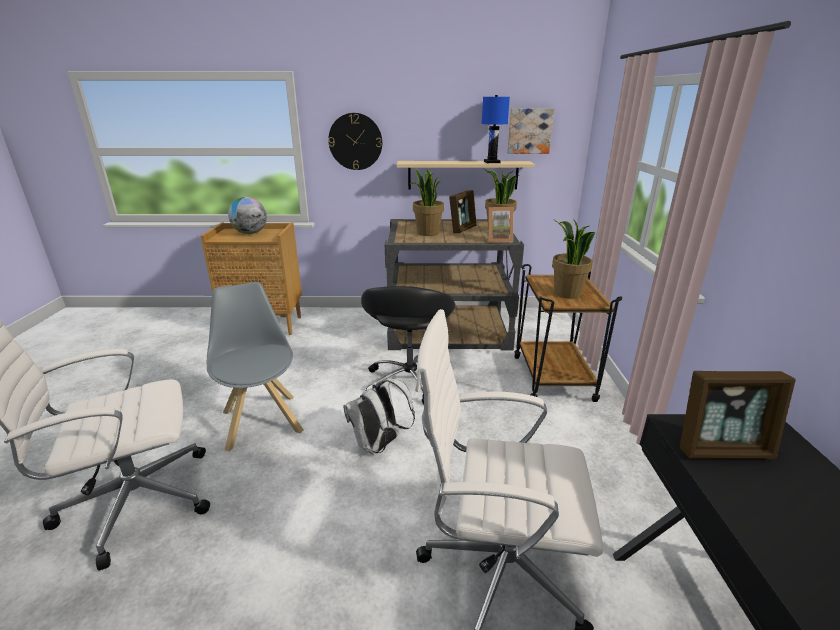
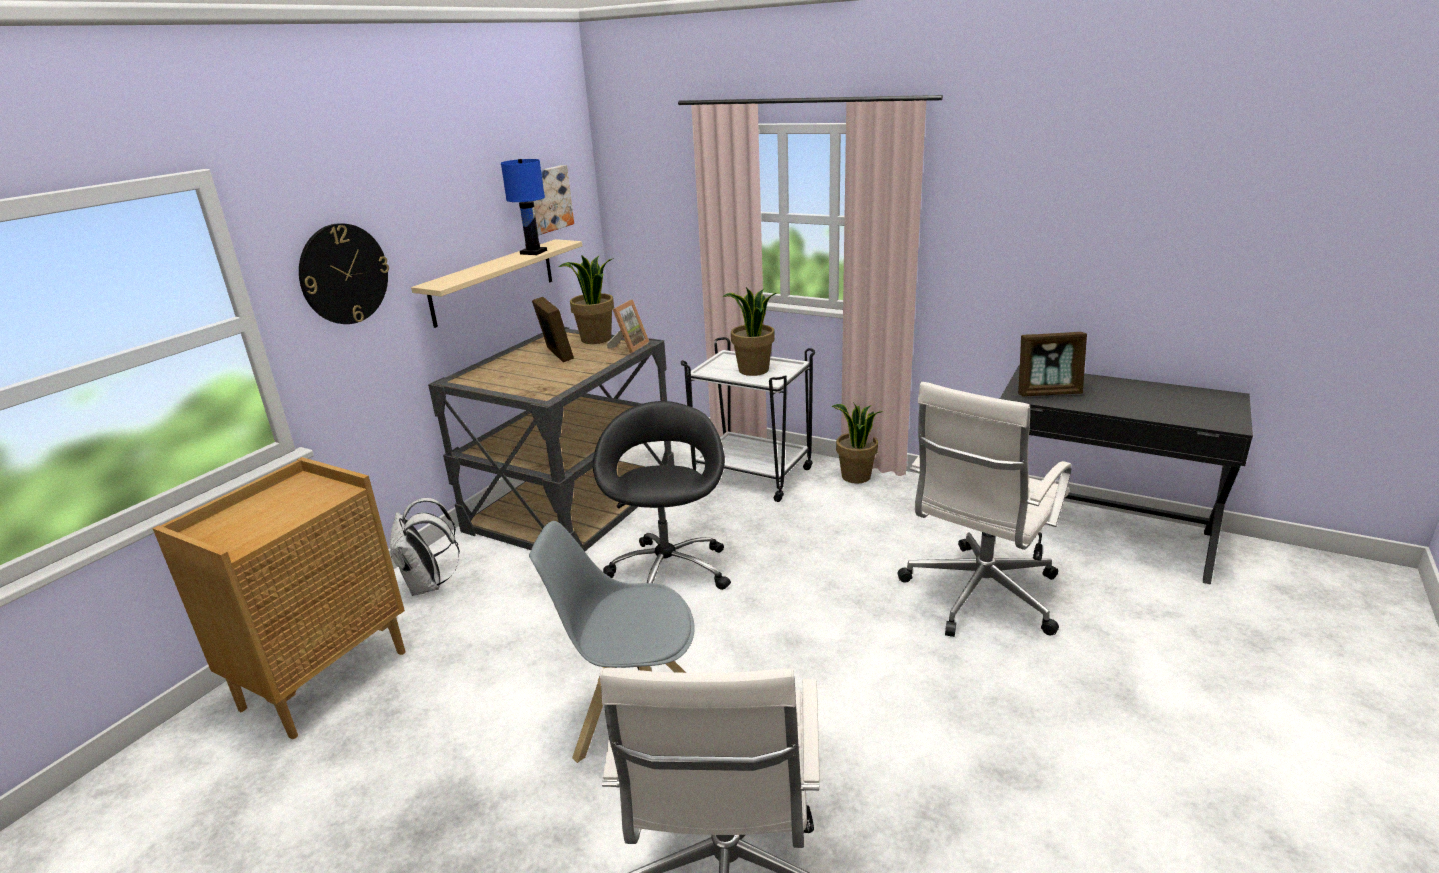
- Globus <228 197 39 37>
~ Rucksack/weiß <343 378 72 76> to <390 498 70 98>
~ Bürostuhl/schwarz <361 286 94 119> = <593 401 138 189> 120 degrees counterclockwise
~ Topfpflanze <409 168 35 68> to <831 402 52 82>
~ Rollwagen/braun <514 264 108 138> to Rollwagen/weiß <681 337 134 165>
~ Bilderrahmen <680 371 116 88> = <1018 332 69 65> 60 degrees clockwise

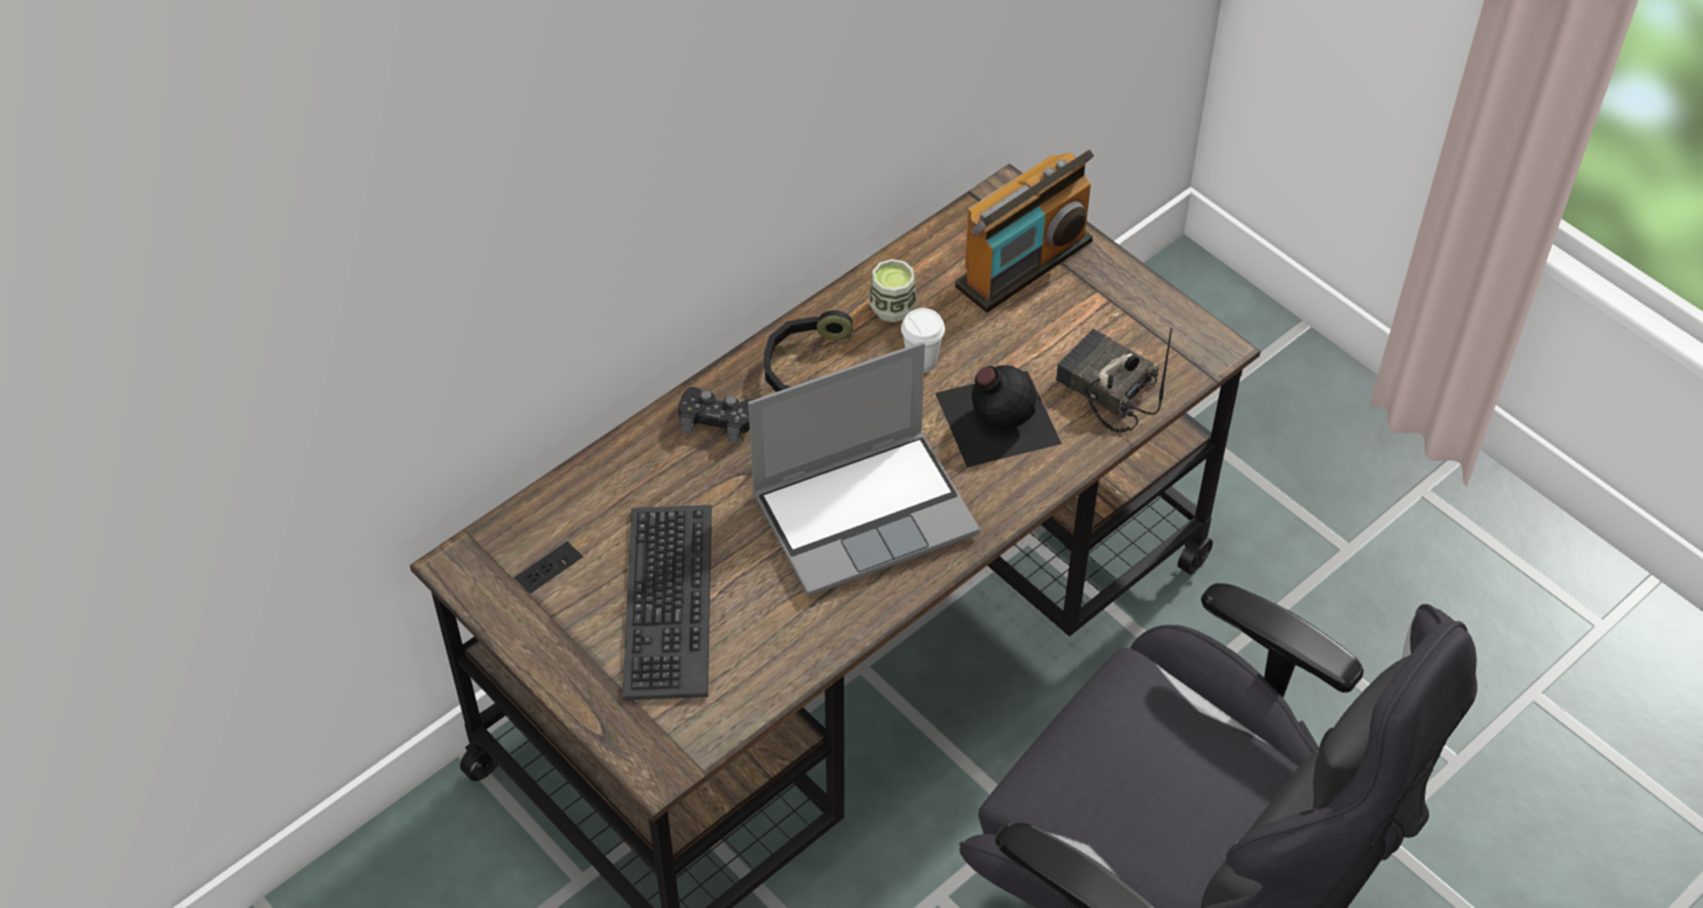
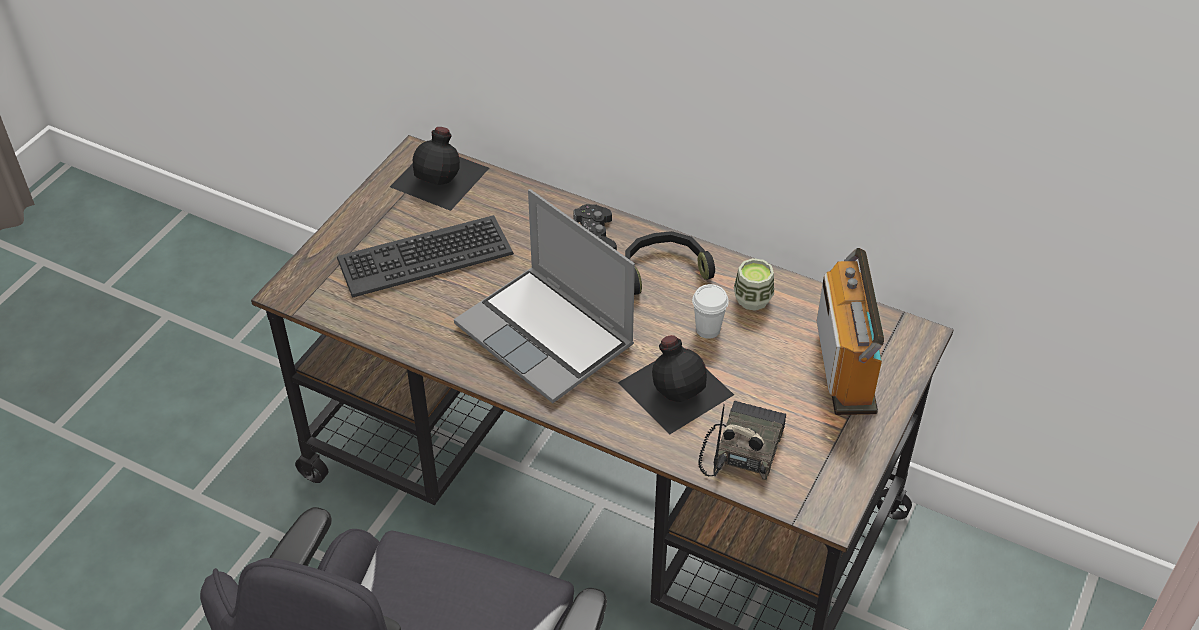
~ Radio <955 150 139 162> = <817 248 67 167> 120 degrees counterclockwise
+ Flasche/schwarz <390 127 99 84>

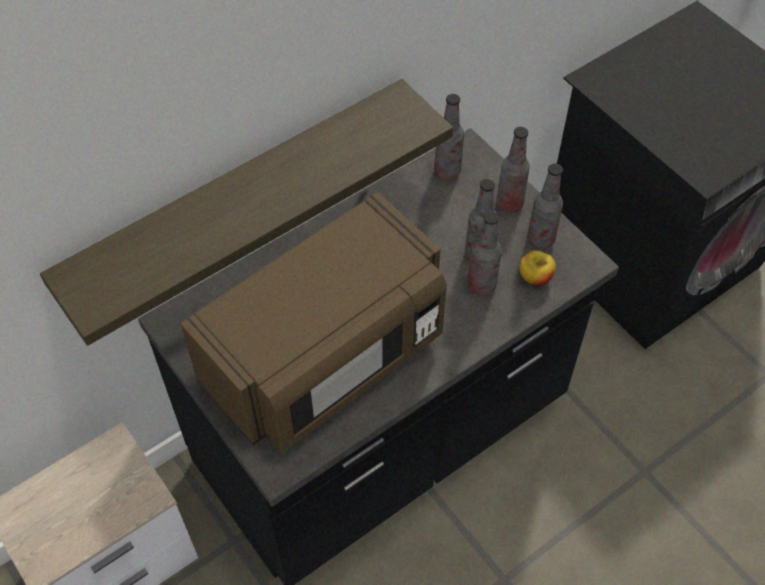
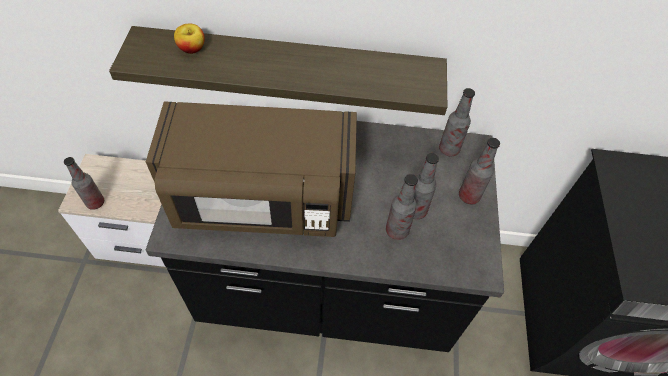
~ Apfel <519 250 37 35> to <174 24 31 30>
~ Flasche <527 163 36 86> to <64 157 40 53>

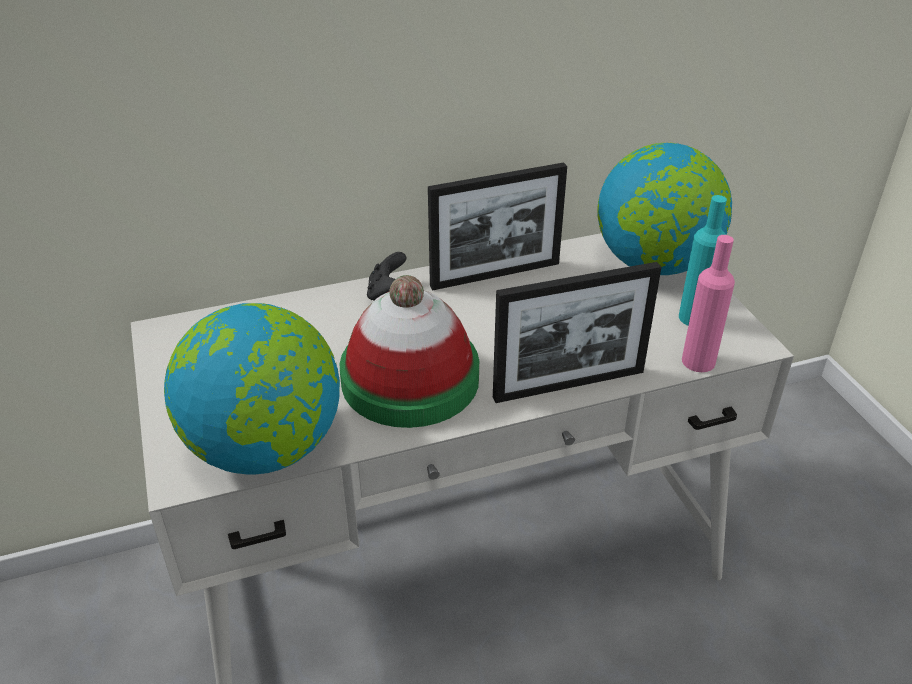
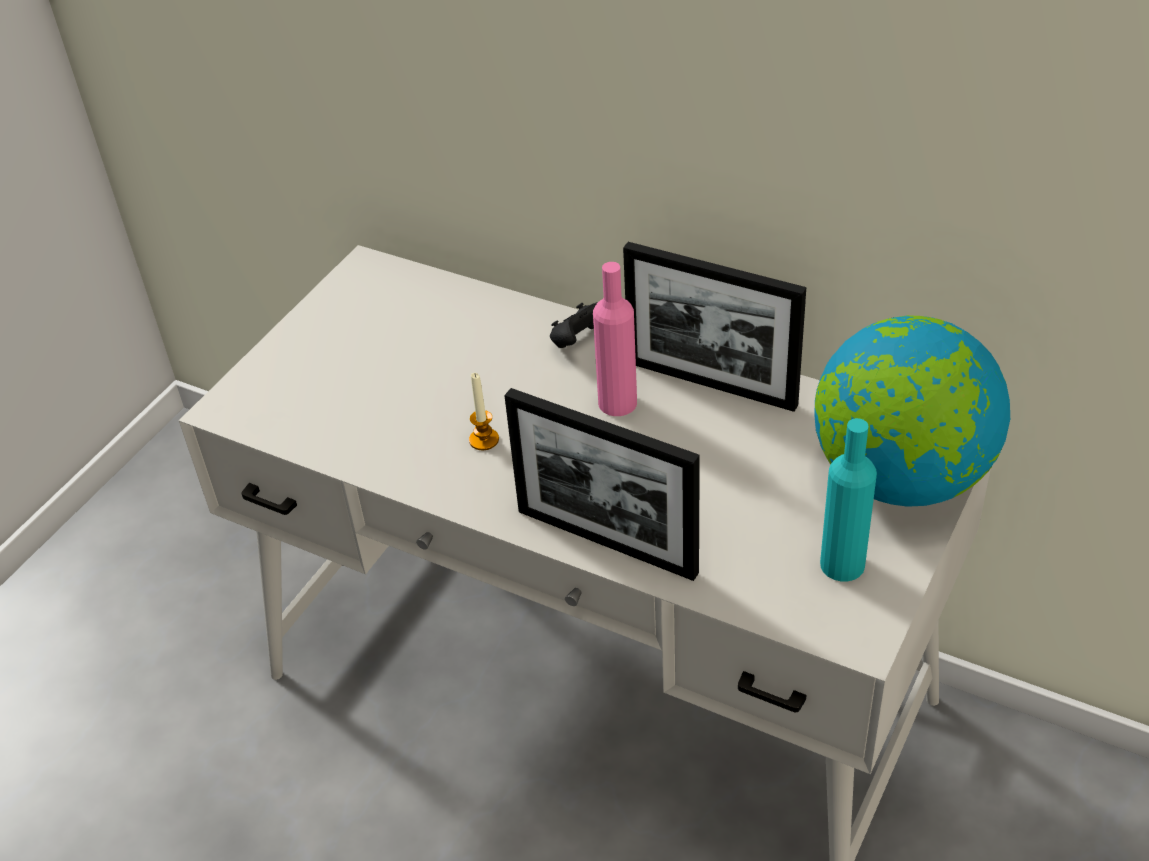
- Globus <164 303 176 172>
~ Hut <340 275 139 153> to Kerze <469 373 30 77>
~ Flasche/rosa <682 235 53 137> to <593 262 44 154>

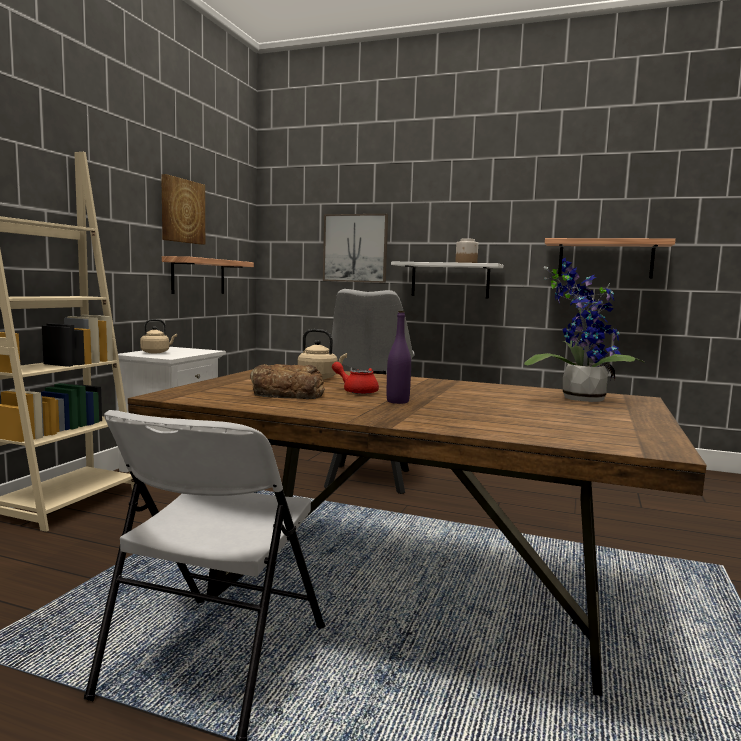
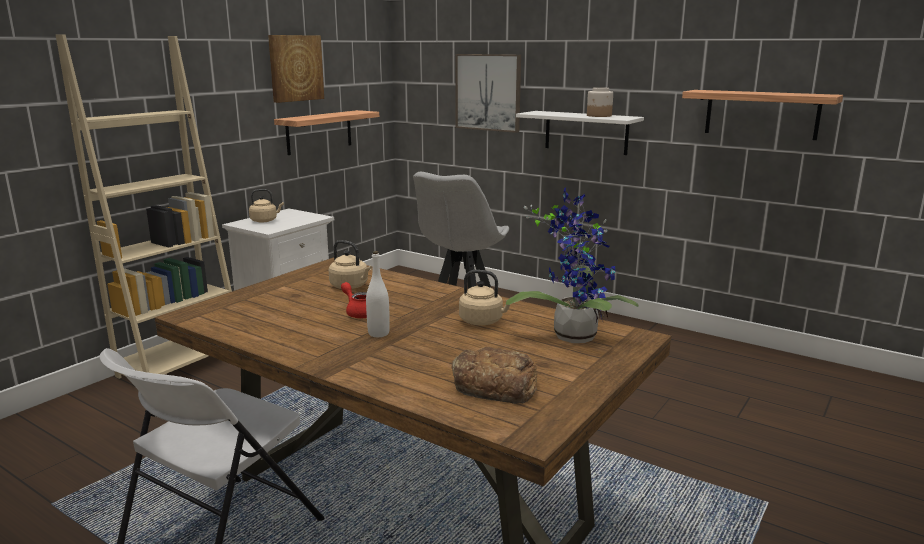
~ Brot <250 364 75 35> to <452 347 86 57>
~ Flasche/lila <387 311 24 93> to Flasche/weiß <366 251 24 86>
+ Wasserkessel/beige <459 270 51 55>

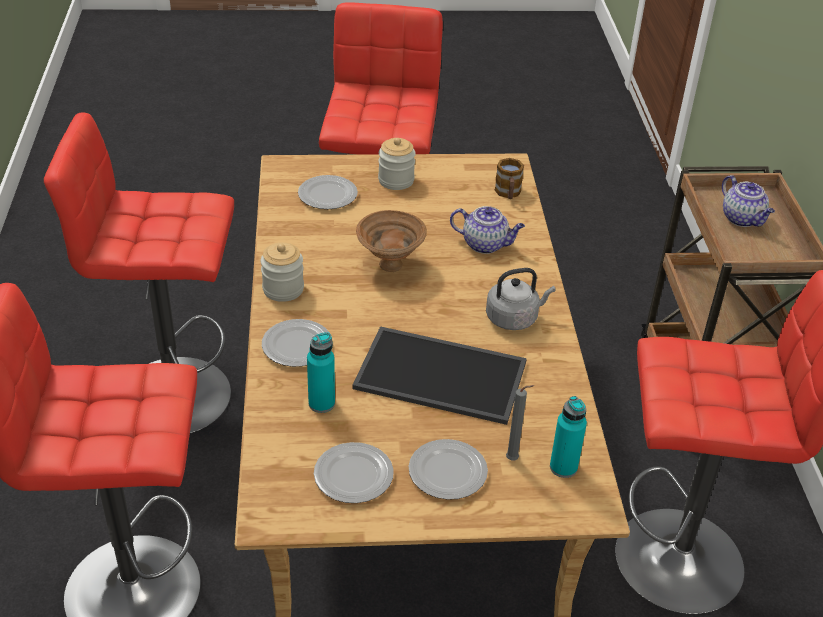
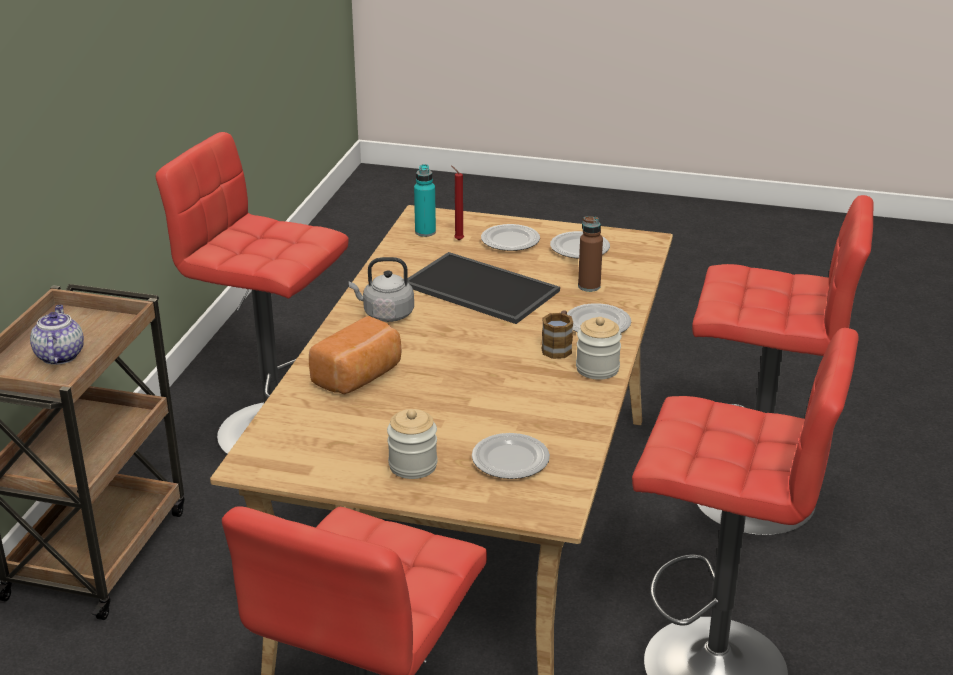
~ Flasche/türkis <307 332 28 81> to Flasche/braun <578 216 25 76>
- Schüssel/braun <356 210 71 62>
~ Teekanne <450 206 75 48> to Brot <309 316 92 79>
~ Henkelbecher <495 158 29 41> to <541 310 32 49>
~ Kerze/grau <506 385 28 75> to Kerze/rot <451 165 13 75>

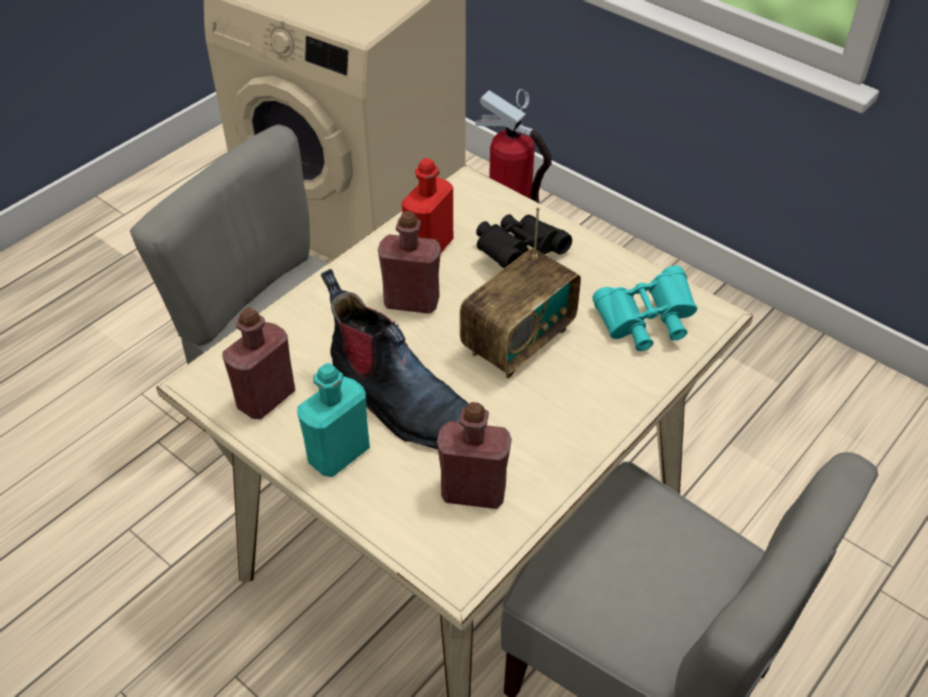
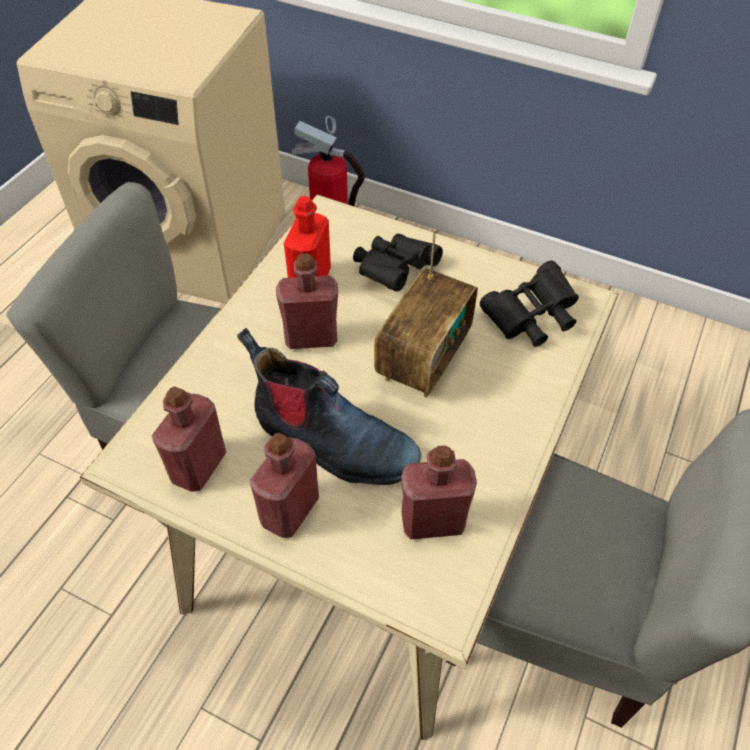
~ Flasche/türkis <297 363 73 114> to Flasche/rot <249 433 70 105>
~ Fernglas/türkis <592 265 105 86> to Fernglas/schwarz <480 260 99 87>

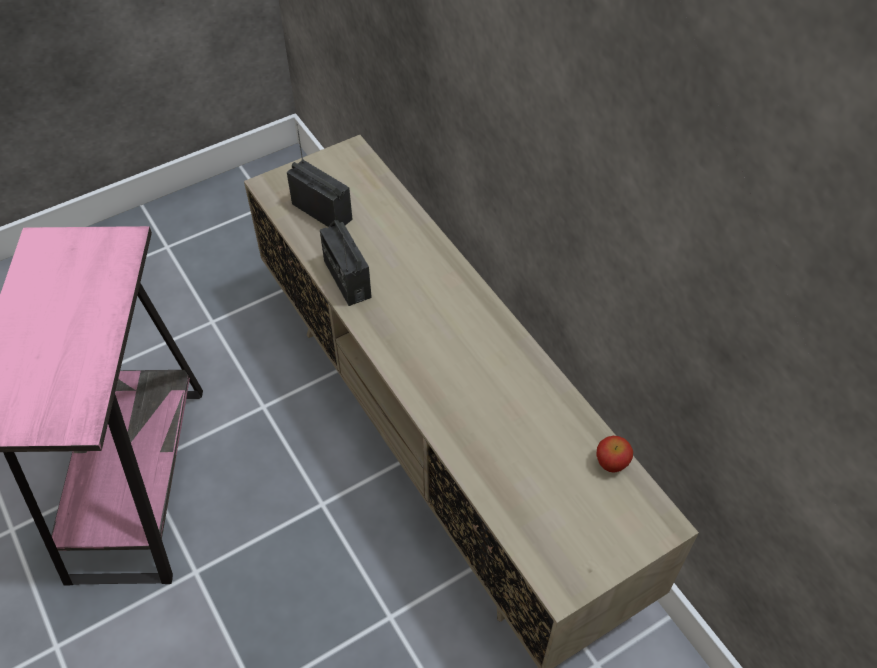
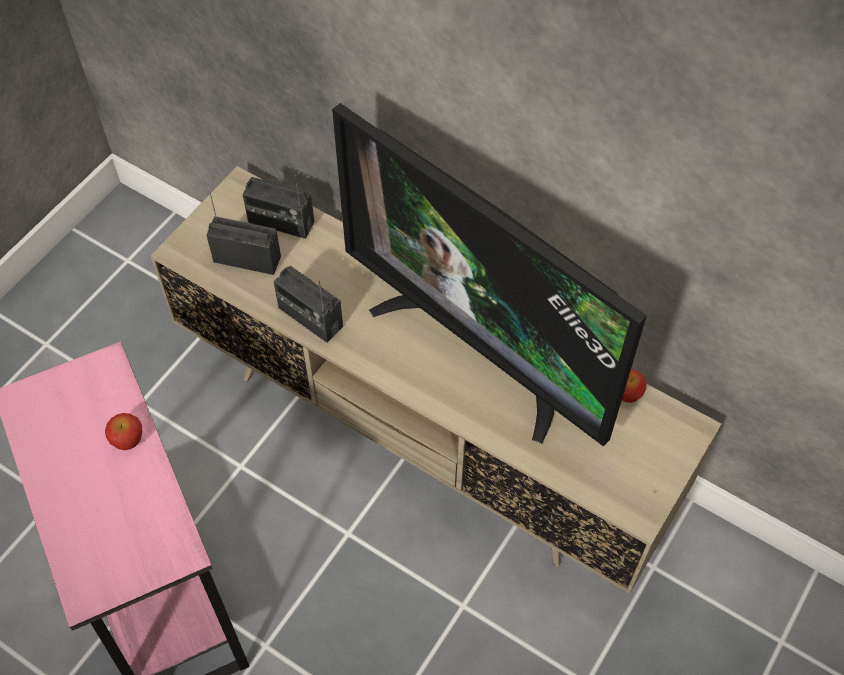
+ Apfel <105 413 37 37>
+ Radio <242 173 72 66>
+ Fernseher <332 103 315 343>

